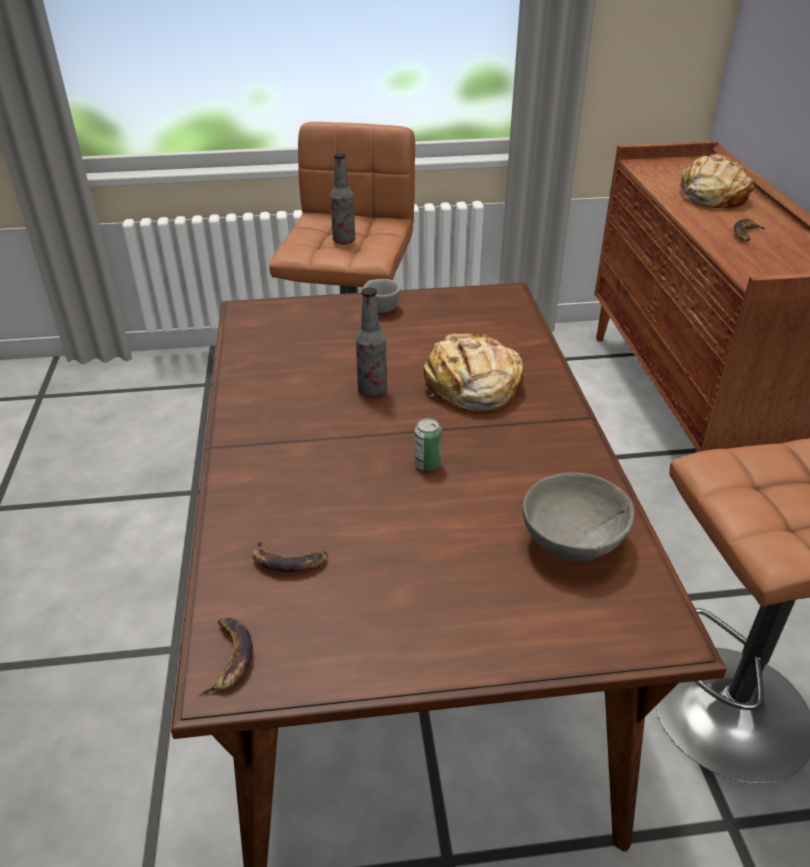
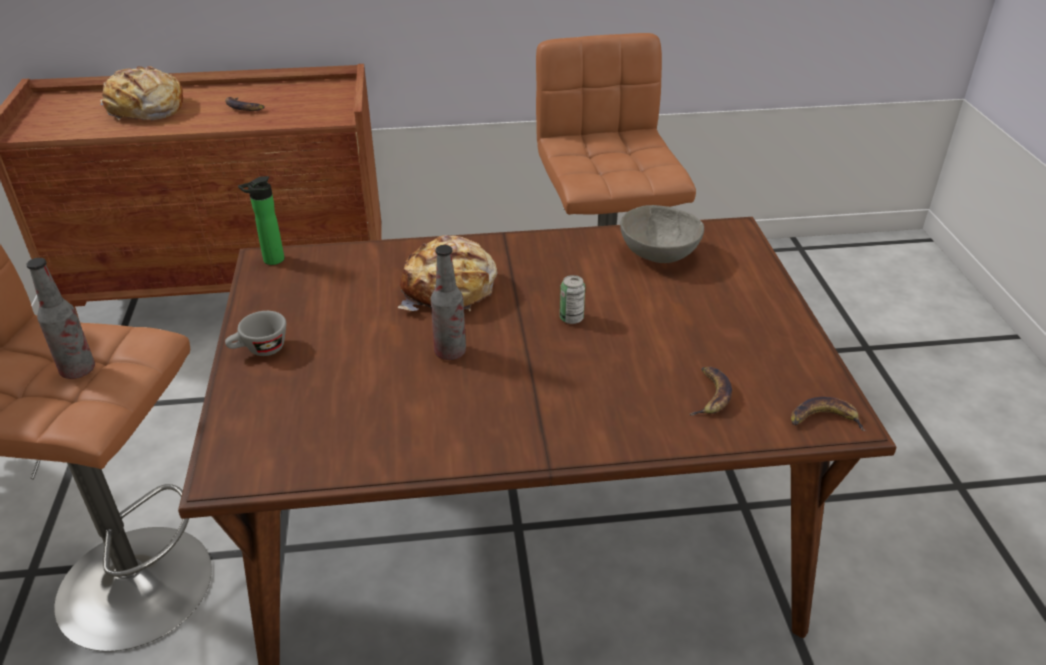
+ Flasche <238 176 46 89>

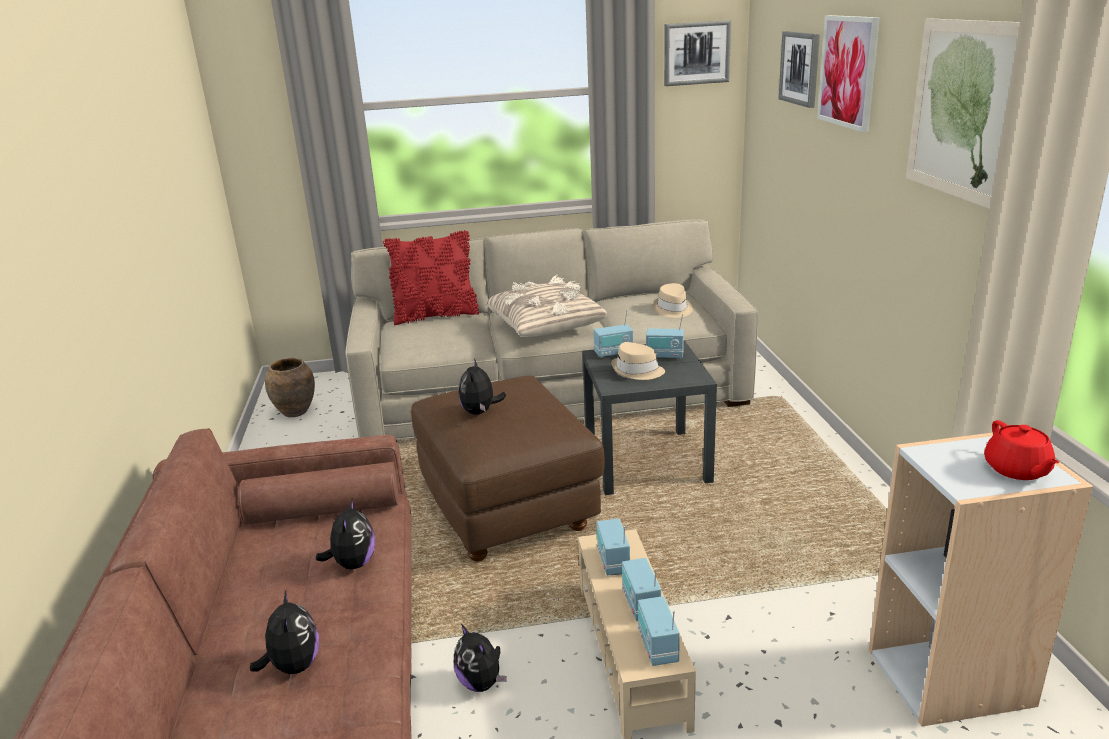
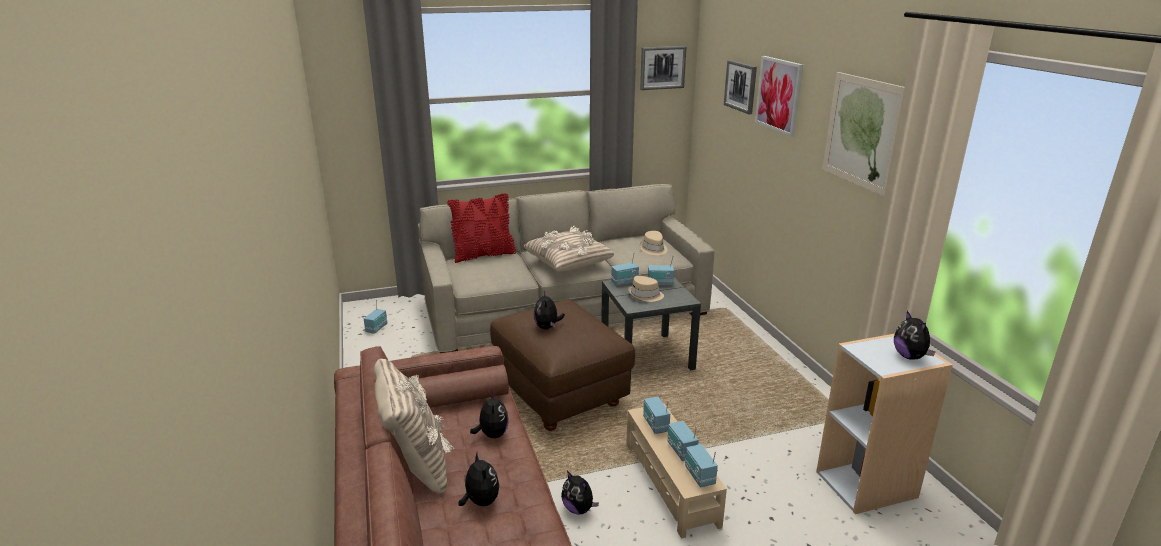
~ Vase/braun <265 358 50 59> to Radio <364 300 23 34>
~ Teekanne/rot <984 420 75 60> to Plüschtier <894 311 41 49>
+ Kissen/beige <374 359 80 135>

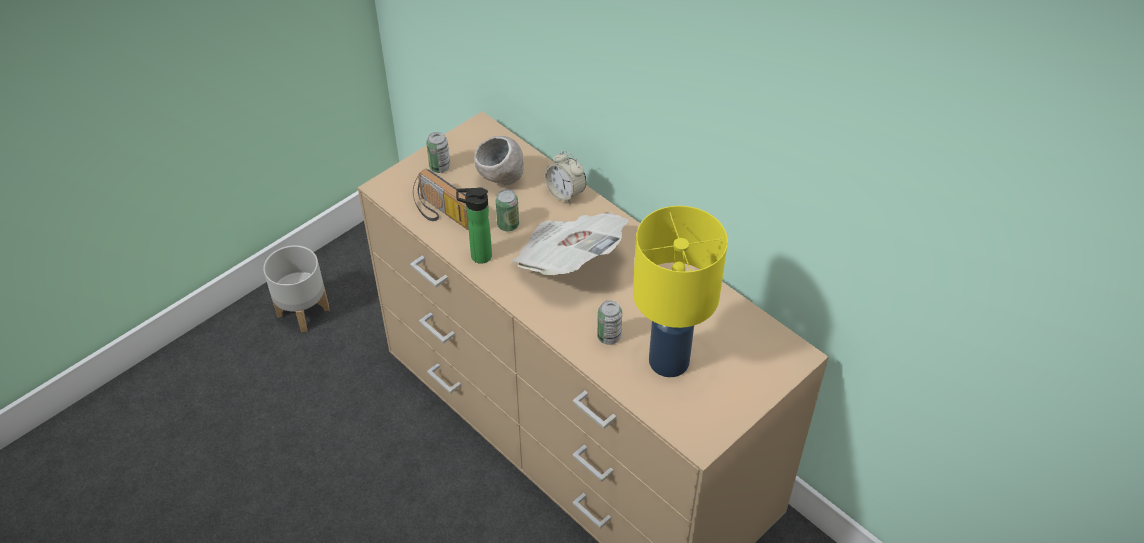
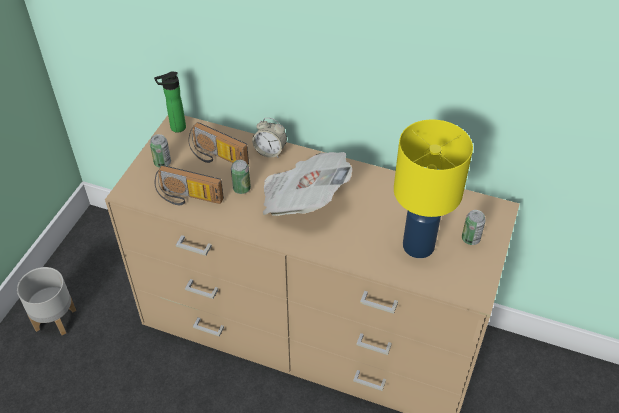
~ Flasche <456 187 36 77> to <154 71 32 62>
~ Schüssel/grau <474 136 50 49> to Radio <189 122 60 42>
~ Dose <597 300 25 45> to <462 210 24 35>

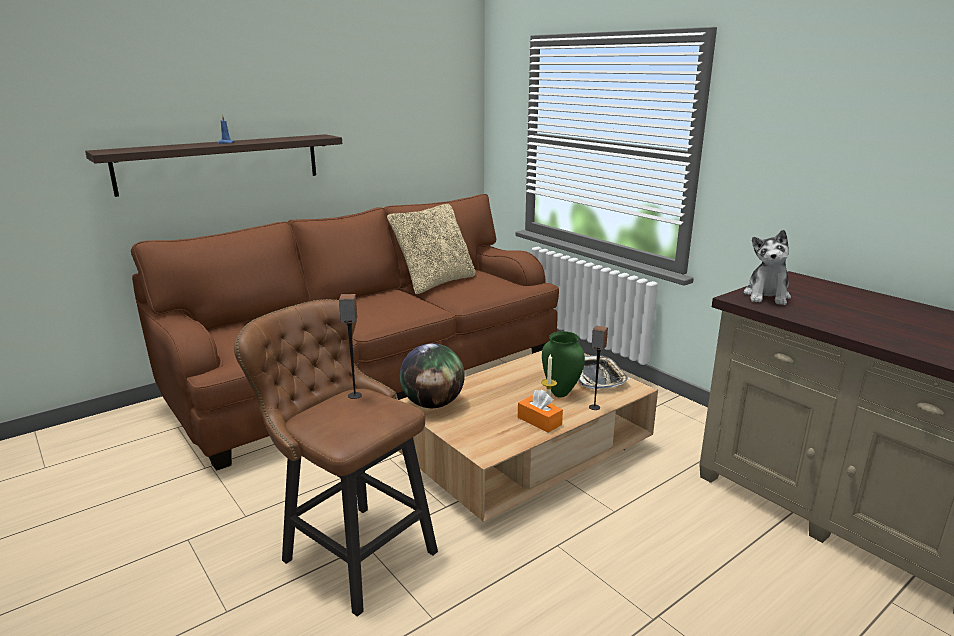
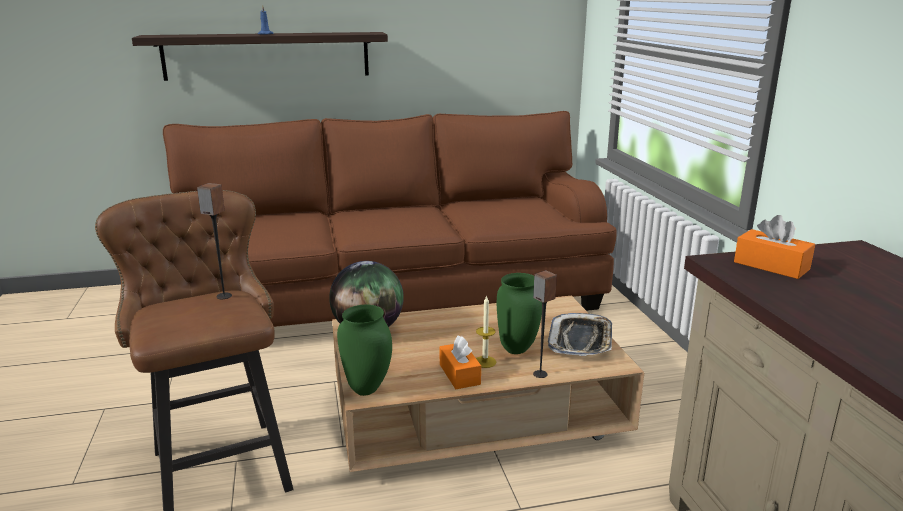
- Kissen/beige <387 204 88 90>
~ Plüschtier <744 229 47 76> to Taschentuchbox/orange <734 215 81 64>
+ Vase/grün <337 305 55 91>

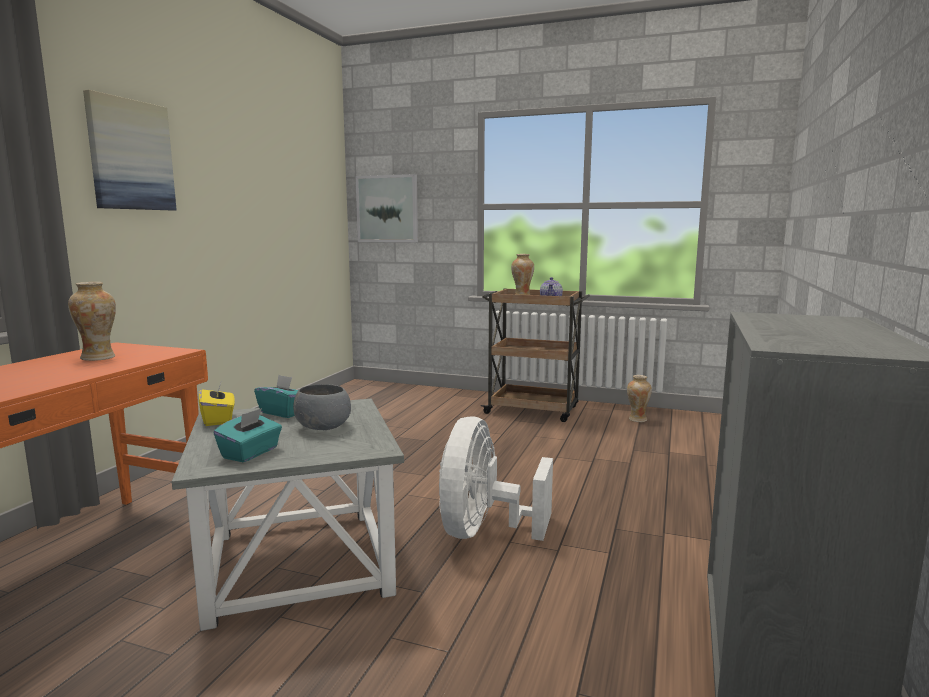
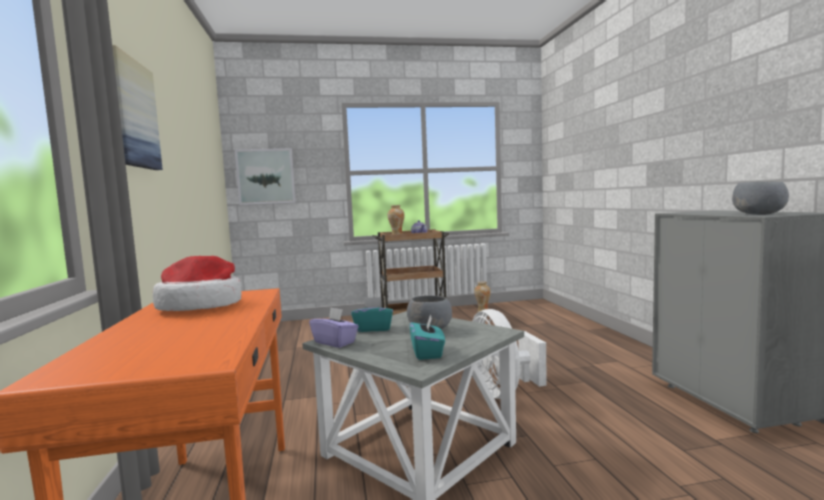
~ Vase <68 282 48 79> to Hut <153 256 88 55>
~ Taschentuchbox/gelb <199 380 36 46> to Taschentuchbox/lila <309 307 50 41>
+ Schüssel/grau <732 182 57 33>

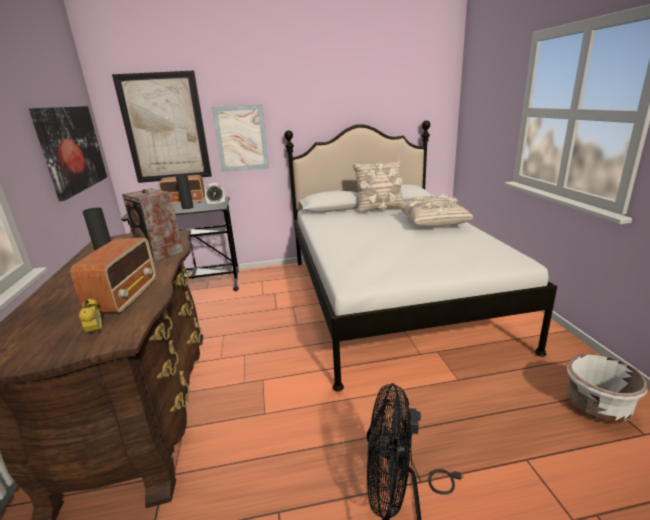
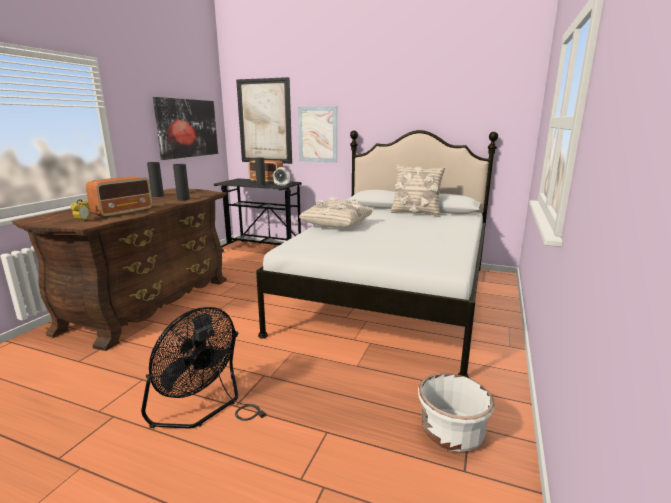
~ Lautsprecher <122 188 61 74> to Vase/schwarz <173 164 17 37>
~ Kissen/beige <399 193 74 34> to <299 197 74 31>

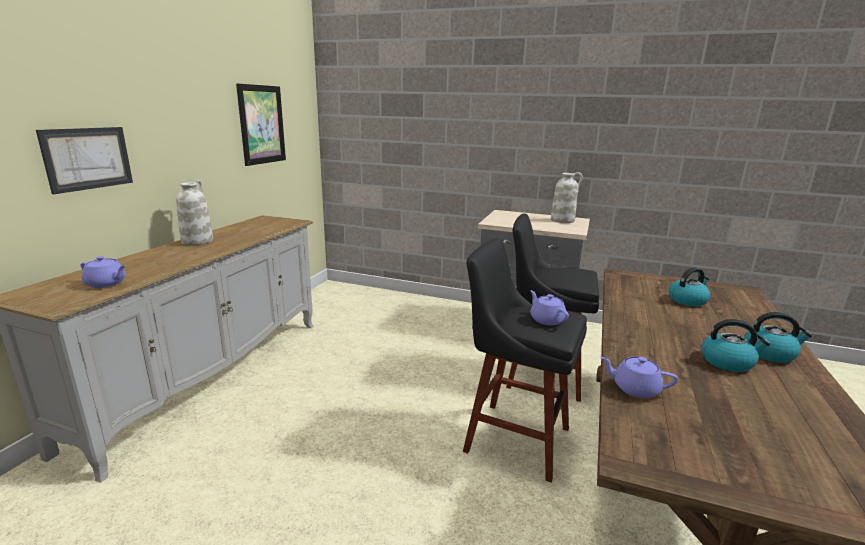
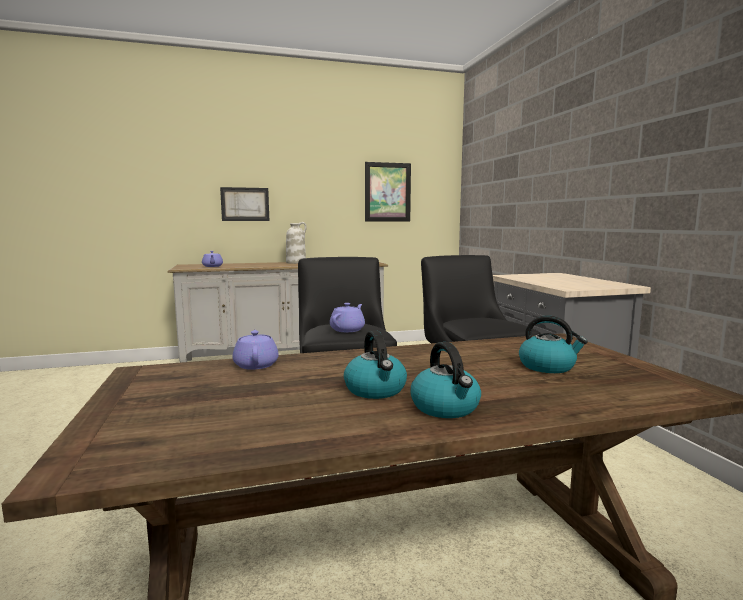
- Vase/weiß <551 172 32 51>

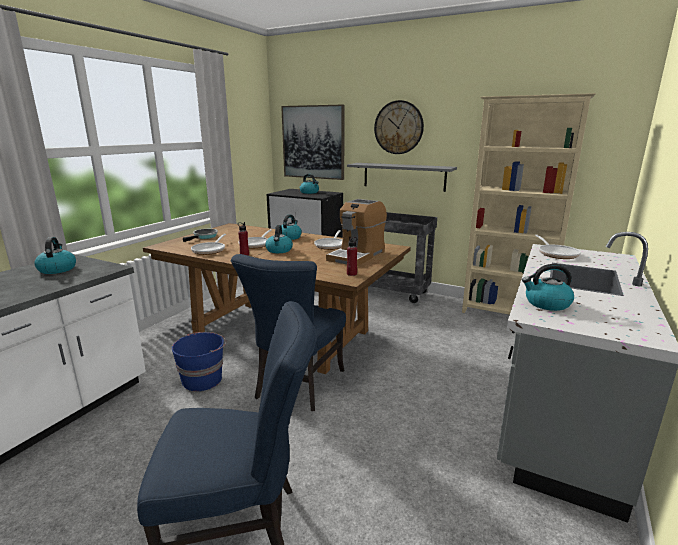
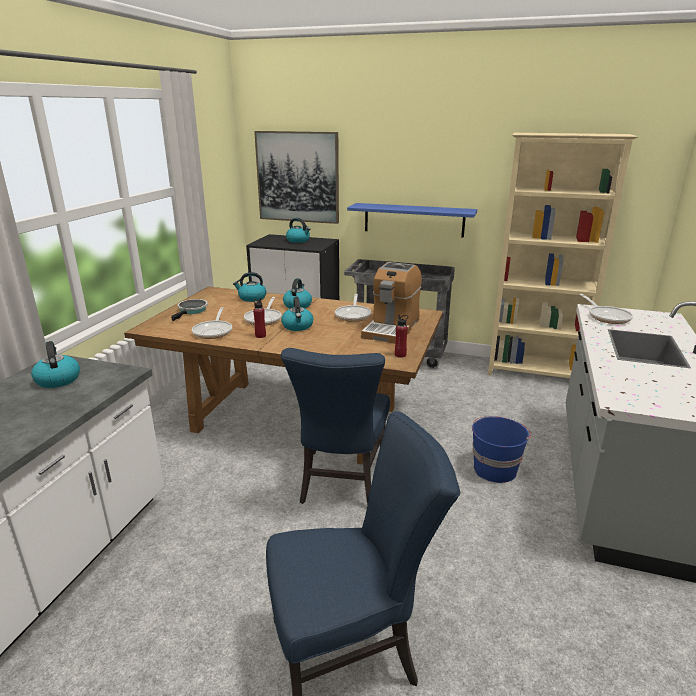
~ Eimer/blau <172 332 54 59> to <472 416 59 67>
~ Wandregal/grau <347 163 110 29> to Wandregal/blau <347 203 130 35>
- Wanduhr <374 100 50 54>
~ Wasserkessel <522 264 52 47> to <233 272 33 30>

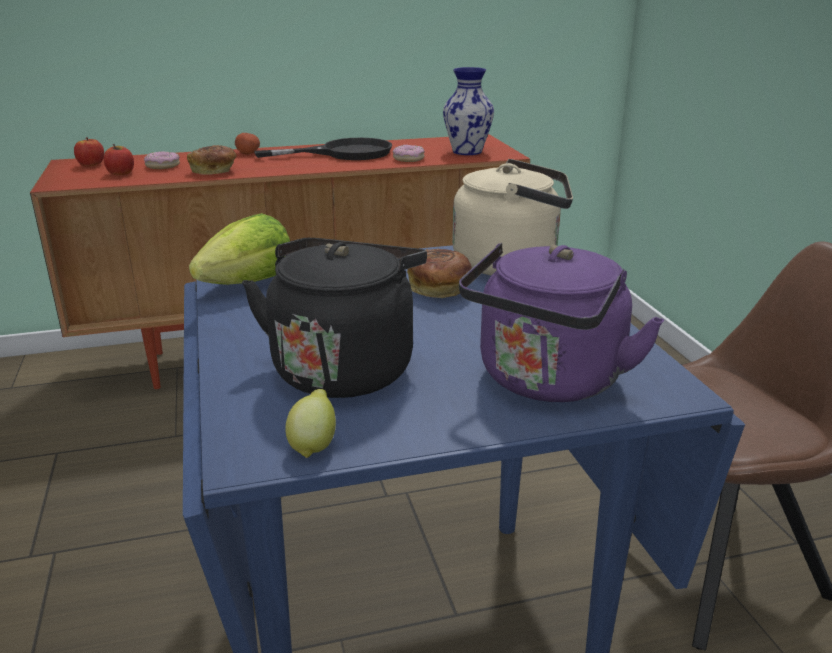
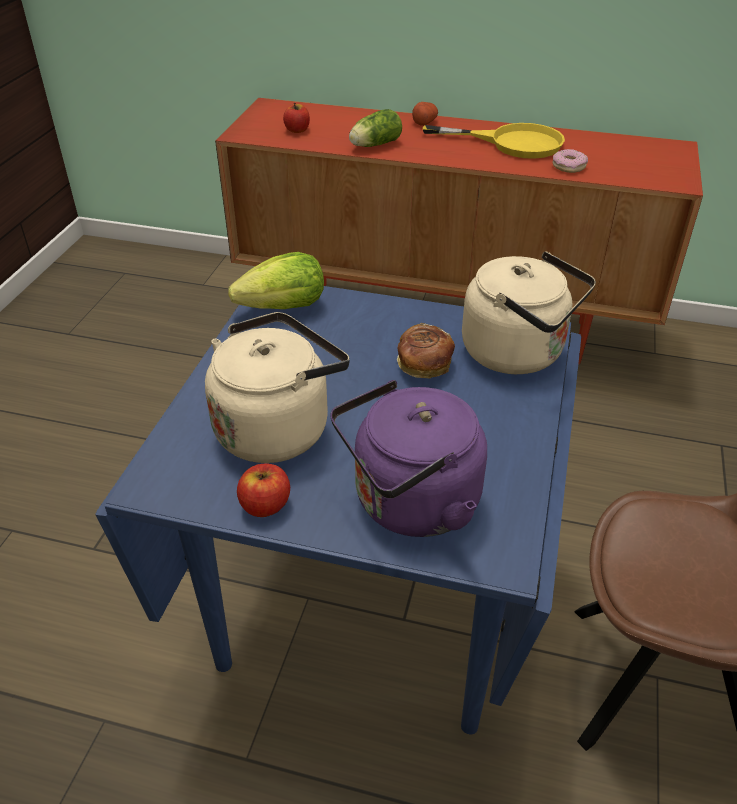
~ Apfel <74 137 30 29> to <237 463 53 54>
- Donut <144 151 36 18>
~ Brot <187 145 49 30> to Salatkopf <349 109 53 38>
~ Wasserkessel/schwarz <242 238 185 160> to Wasserkessel/beige <205 312 145 151>
~ Pfanne/schwarz <254 138 138 22> to Pfanne/gelb <423 123 142 36>
- Zitrone <286 389 50 69>
- Vase <443 67 51 88>

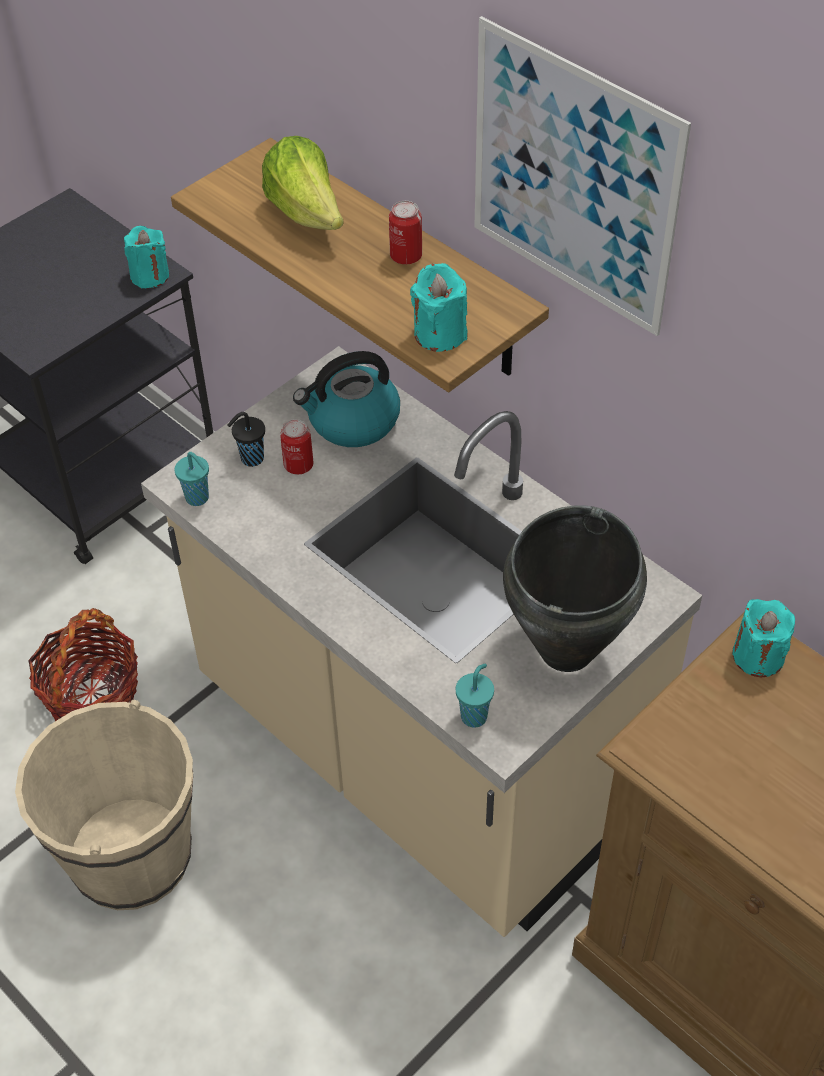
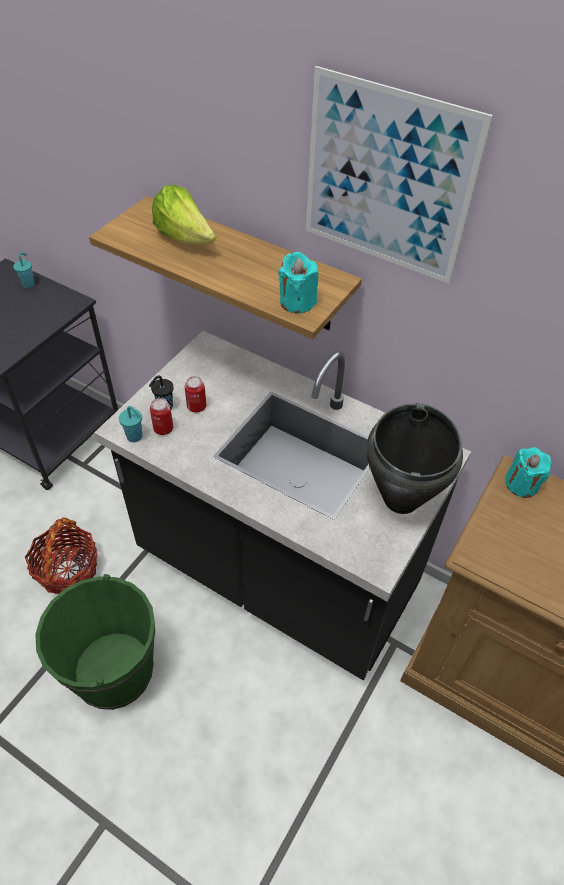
~ Eimer/beige <15 700 178 210> to Eimer/grün <35 574 120 136>
- Kerze/türkis <124 226 45 62>
~ Küchenzeile/beige <141 346 561 591> to Küchenzeile/schwarz <94 331 377 349>
- Wasserkessel <293 351 107 96>
~ Dose <389 201 33 63> to <150 398 23 37>
~ Tasse/türkis <456 664 38 63> to <13 252 22 36>

